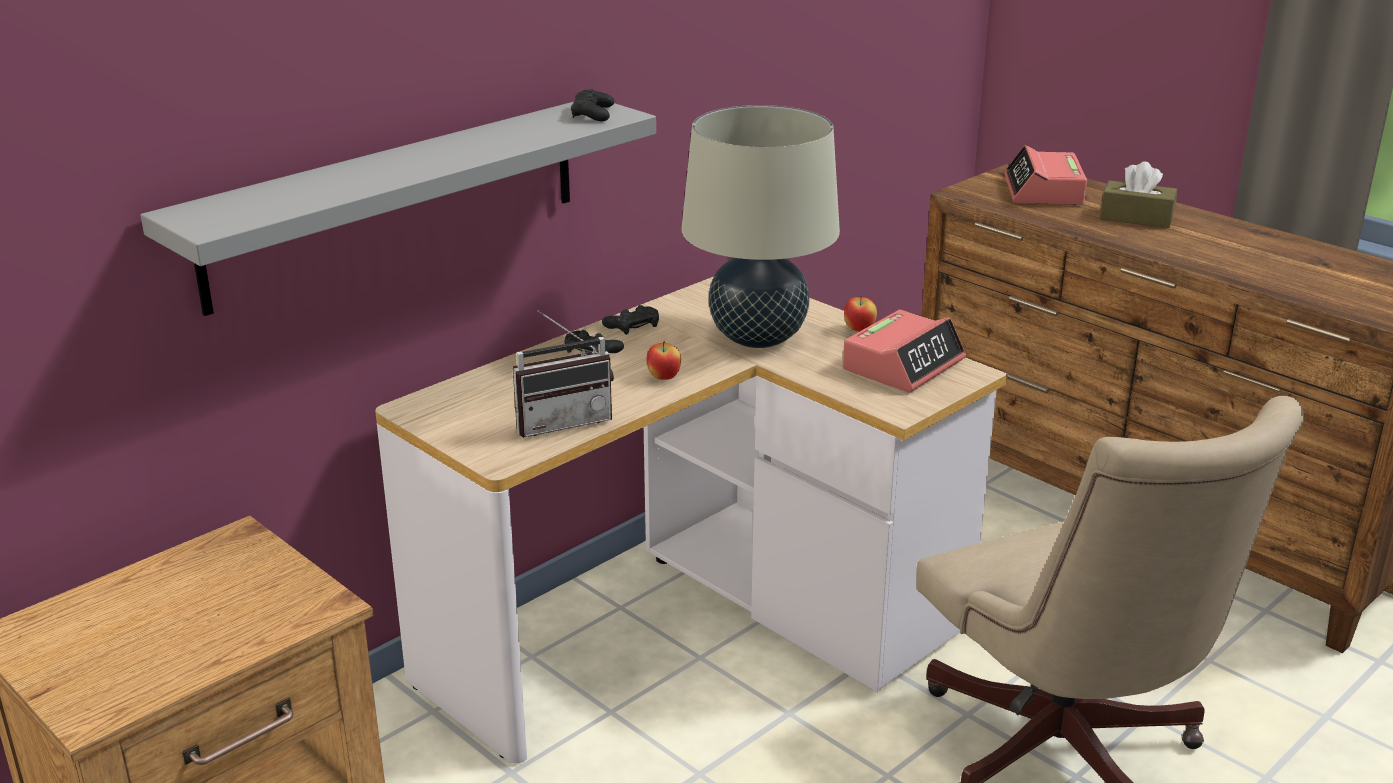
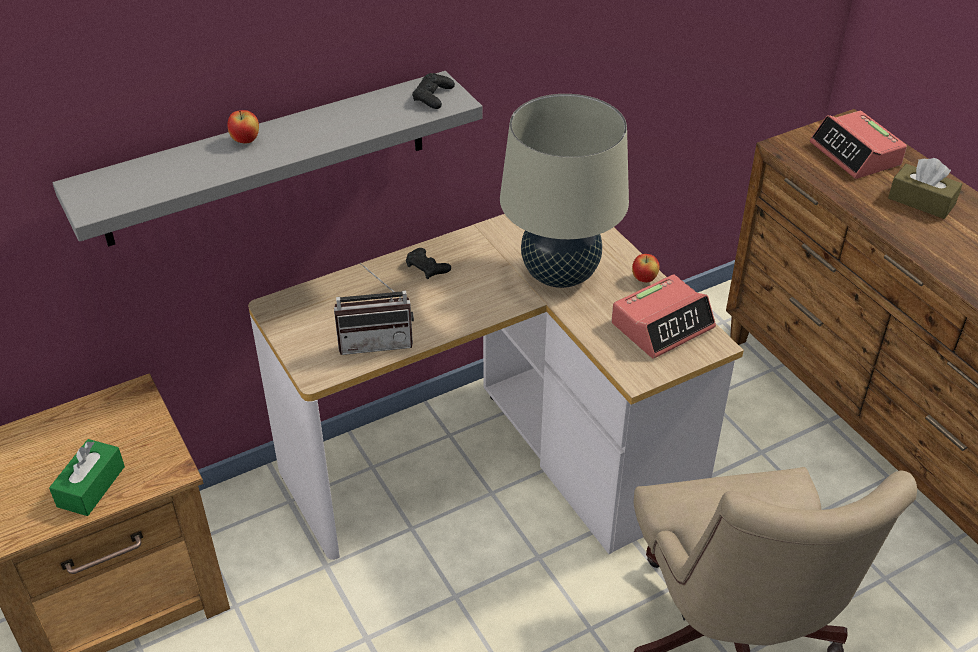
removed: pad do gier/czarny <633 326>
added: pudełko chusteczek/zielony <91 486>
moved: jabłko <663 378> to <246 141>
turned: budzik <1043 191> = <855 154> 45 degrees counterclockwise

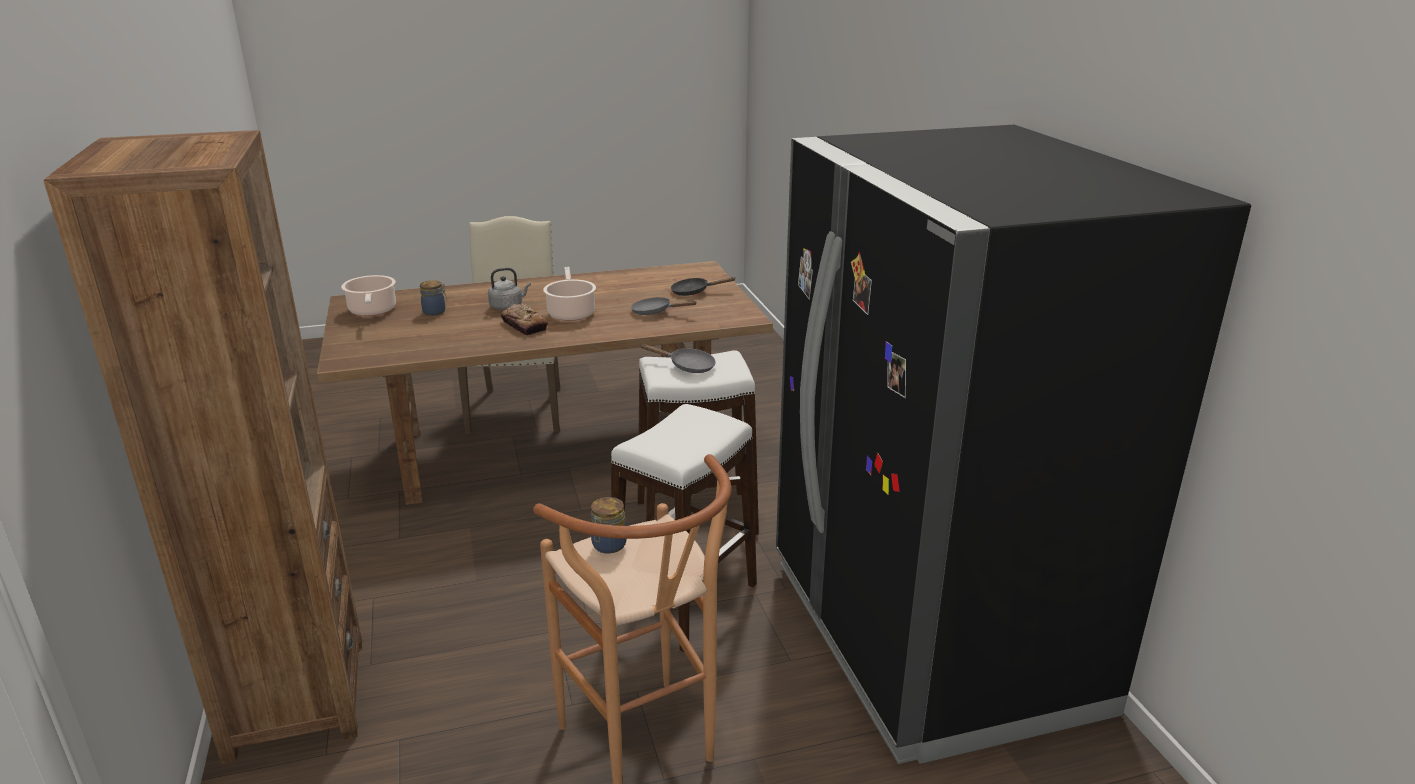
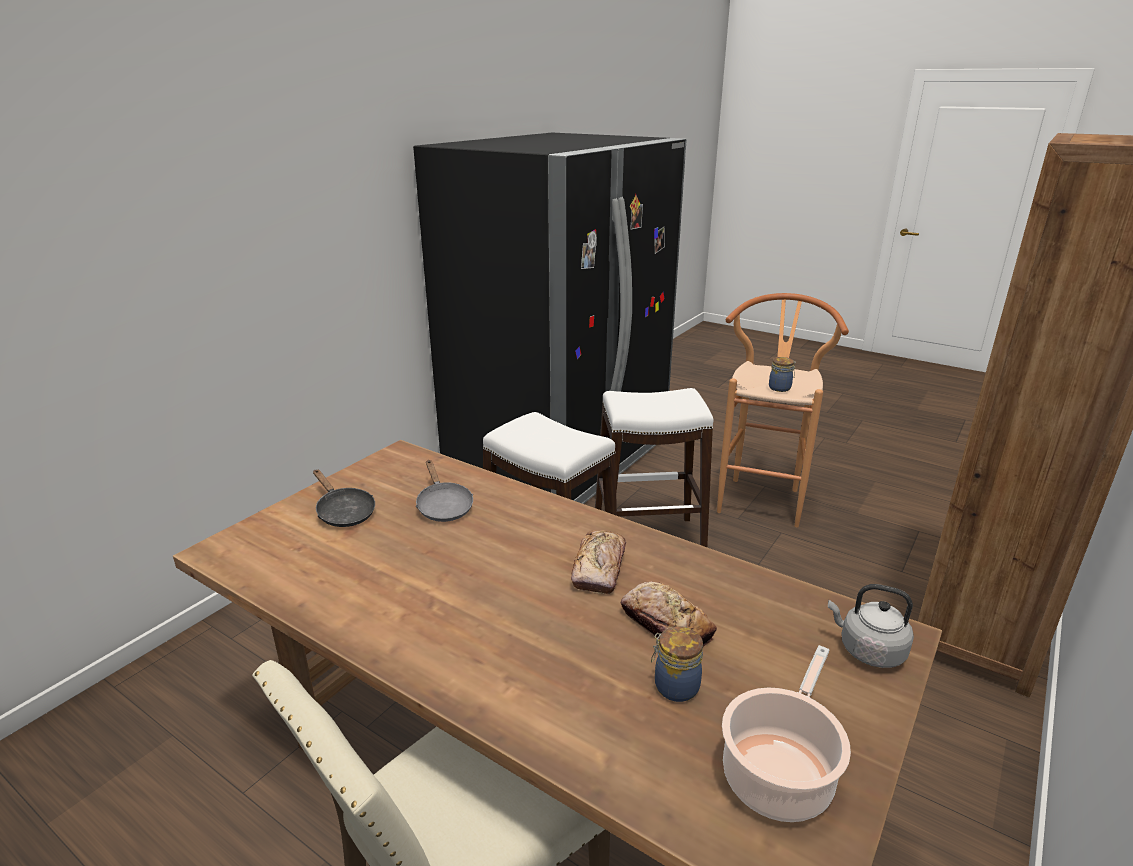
removed: garnek <571 313>; patelnia/szary <687 366>
added: chleb <666 625>
moved: czajnik/szary <508 306> to <868 650>

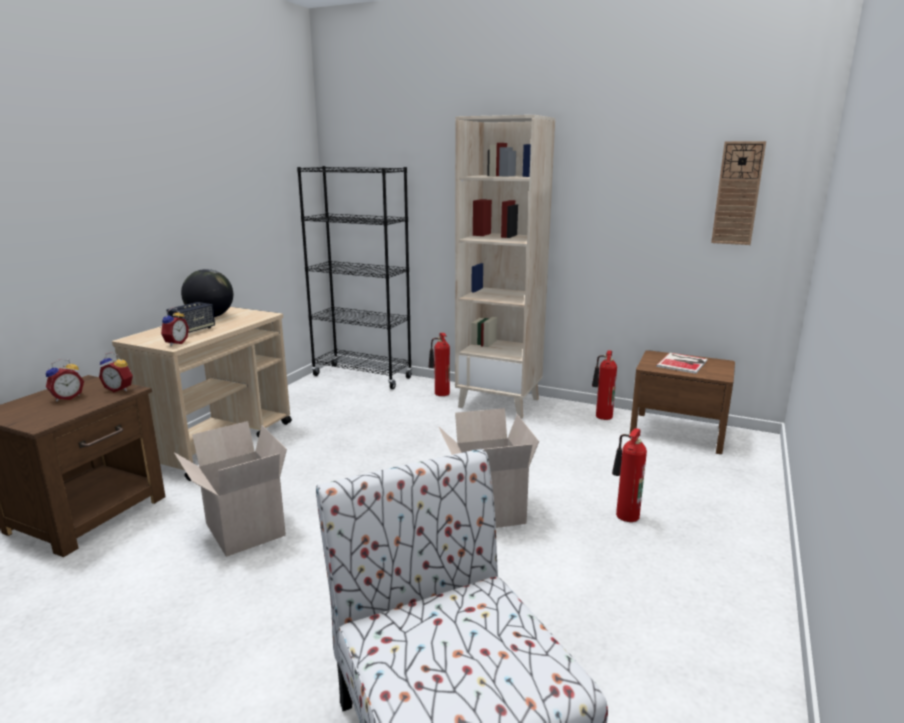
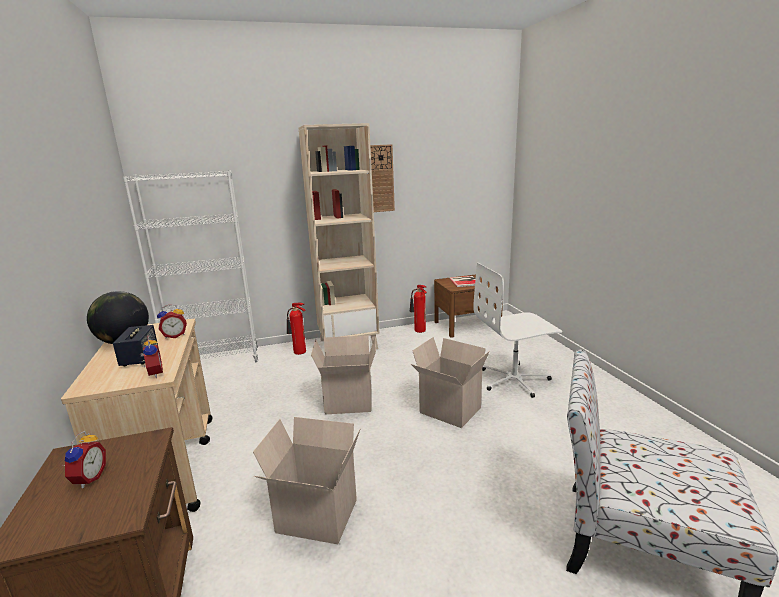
added: karton <348 403>
moved: zegar ścienny <737 193> to <381 178>; budzik <120 389> to <175 335>
replaced: gaśnica <624 516> to krzesło biurowe/biały <514 380>
recoloured: regał/czarny <362 377> to regał/biały <215 362>

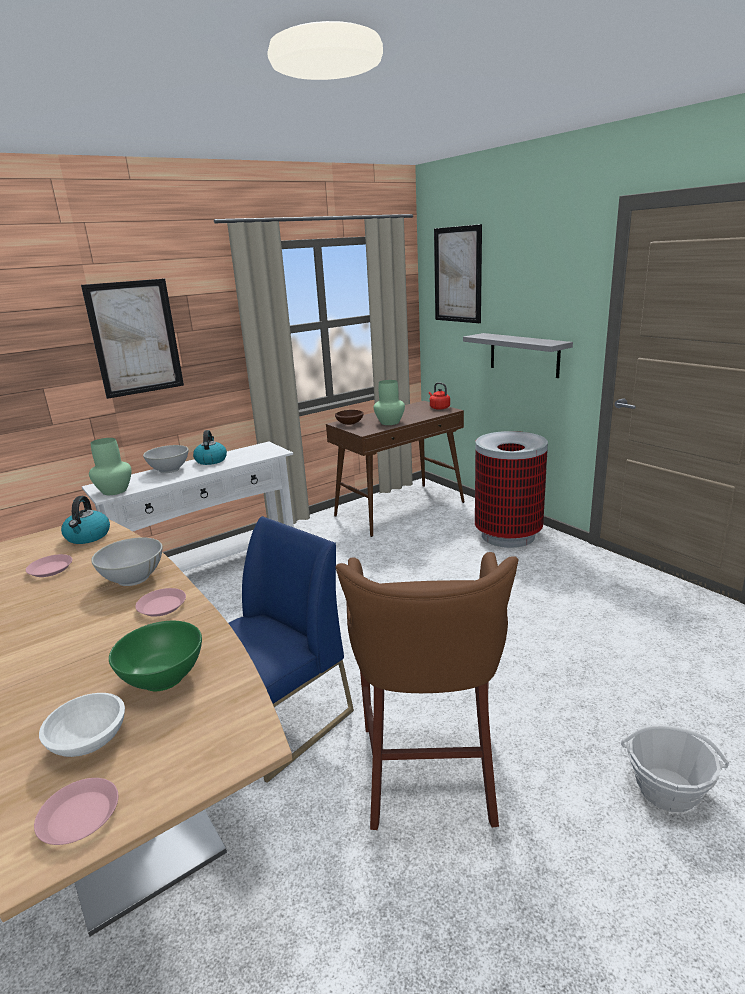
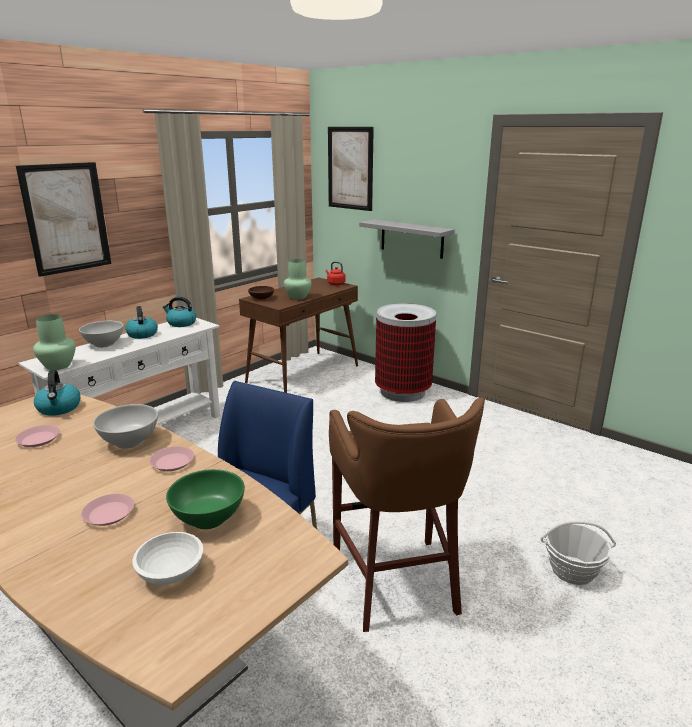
added: czajnik <181 323>
moved: talerz/różowy <79 816> to <108 513>

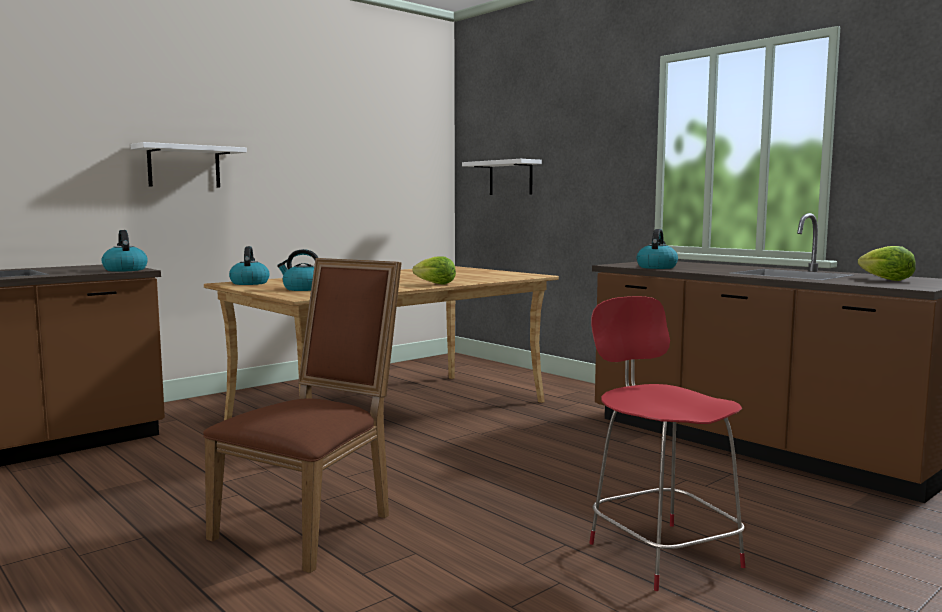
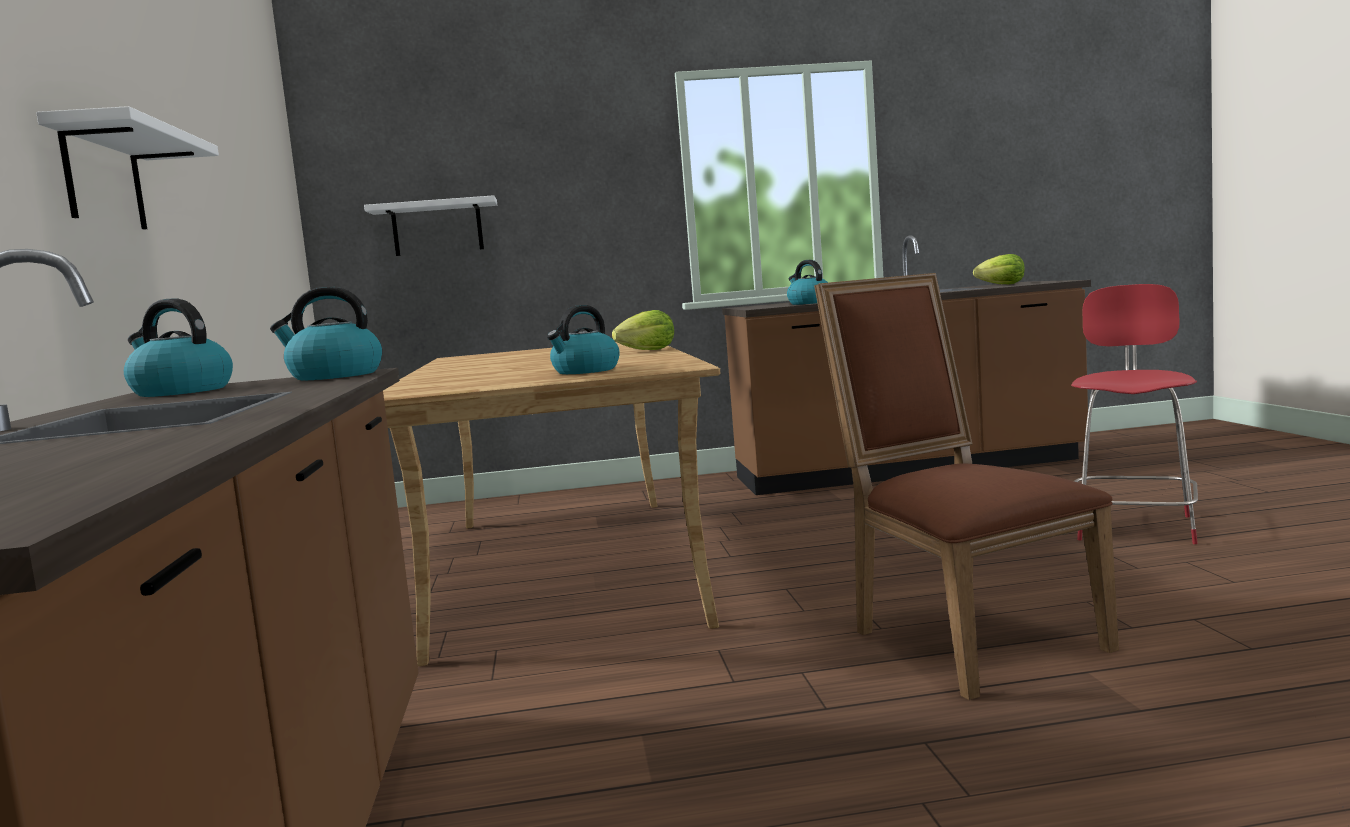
moved: czajnik <249 283> to <180 391>
turned: krzesło/czerwony <661 552> = <1135 526> 105 degrees clockwise

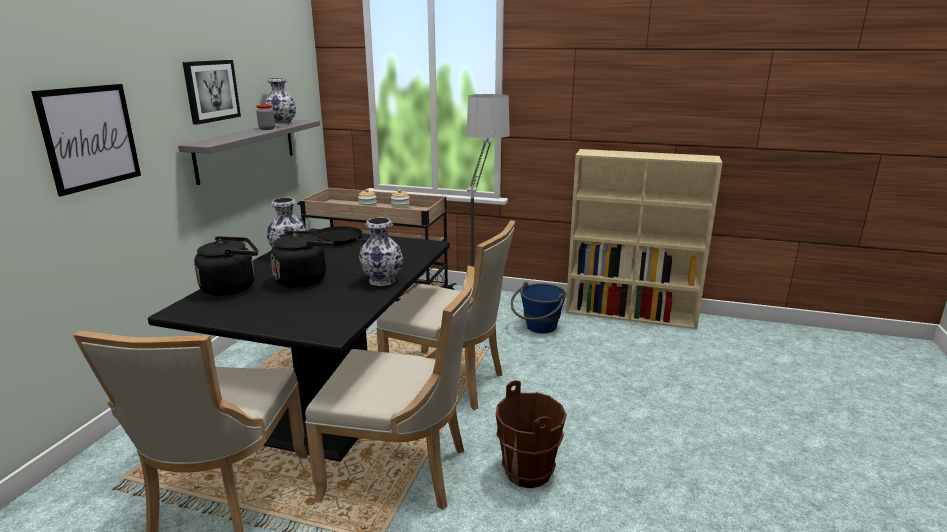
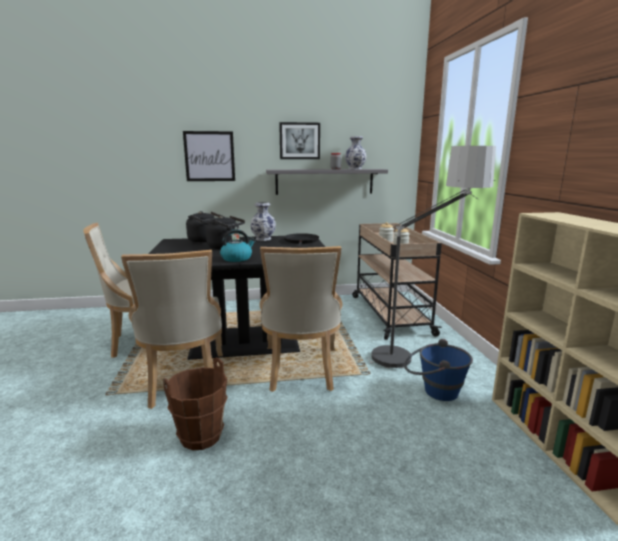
replaced: wazon <381 281> to czajnik <237 258>

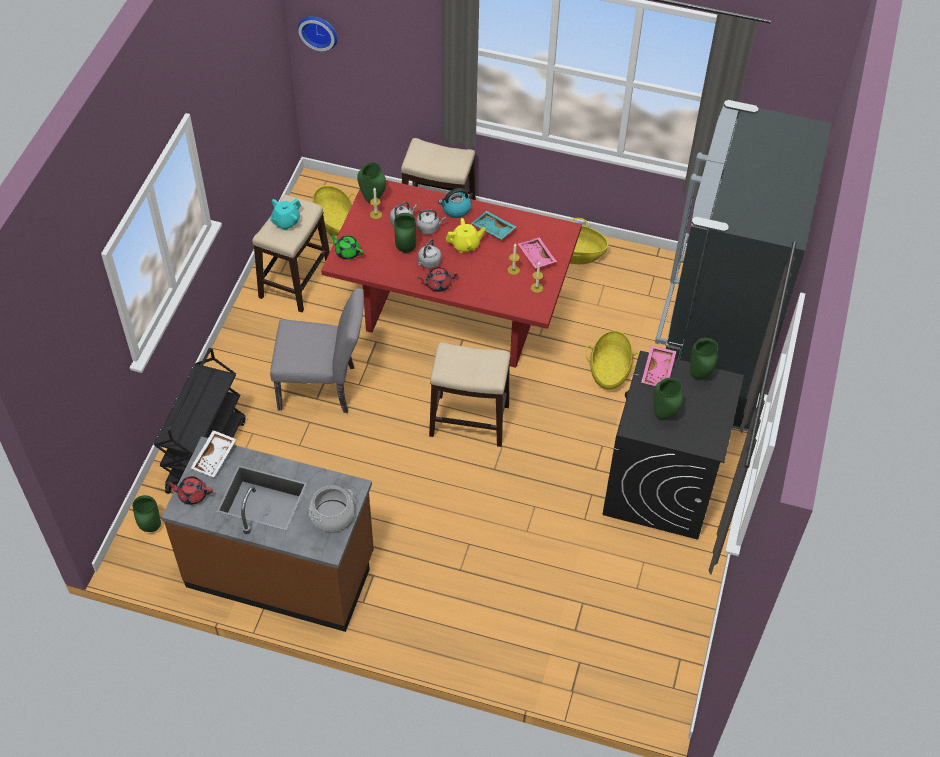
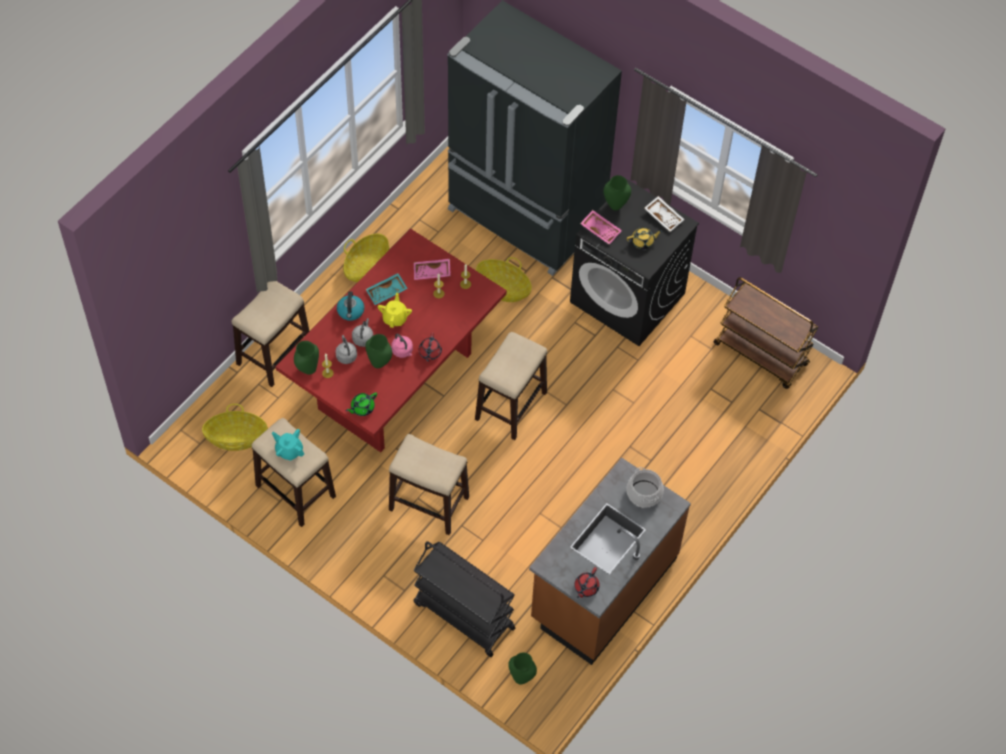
removed: zegar ścienny <319 31>
added: wózek/brązowy <761 354>
moved: taca/biały <215 457> to <664 216>
replaced: krzesło/szary <324 388> to stołek <429 504>; wazon/zielony <665 414> to imbryk/żółty <642 242>
recoloured: czajnik/szary <428 263> to czajnik/różowy <403 351>
turned: imbryk/turkusowy <286 222> = <289 450> 150 degrees clockwise

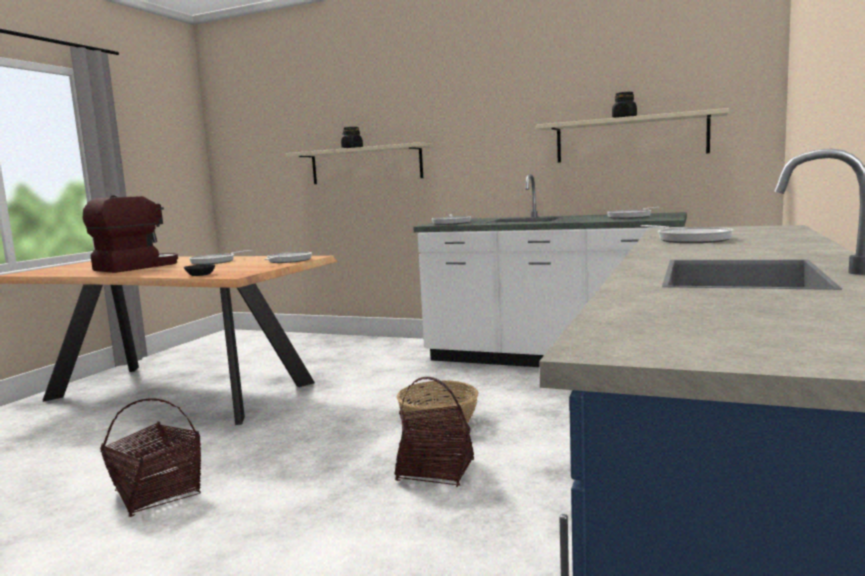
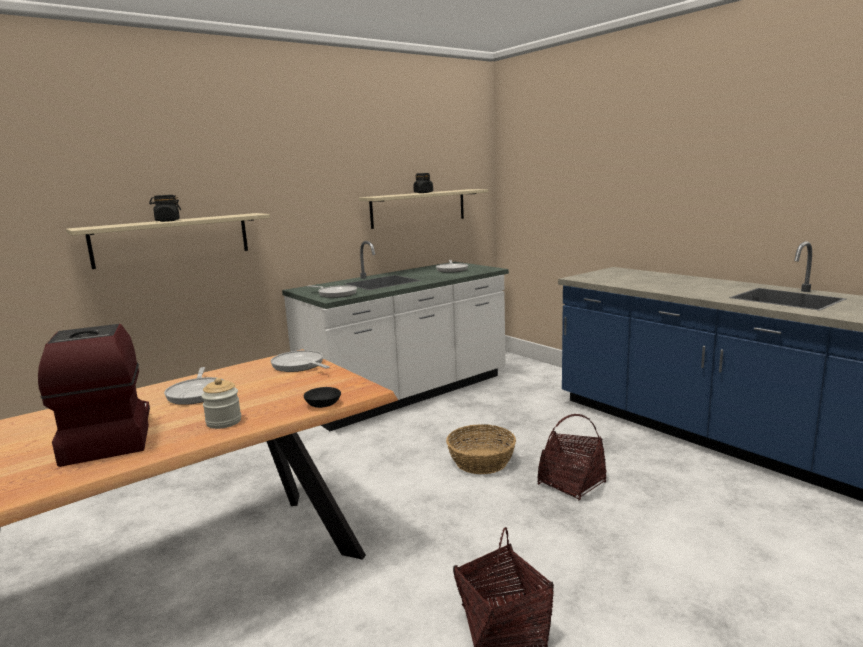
removed: patelnia <690 239>
added: słoik <224 422>

